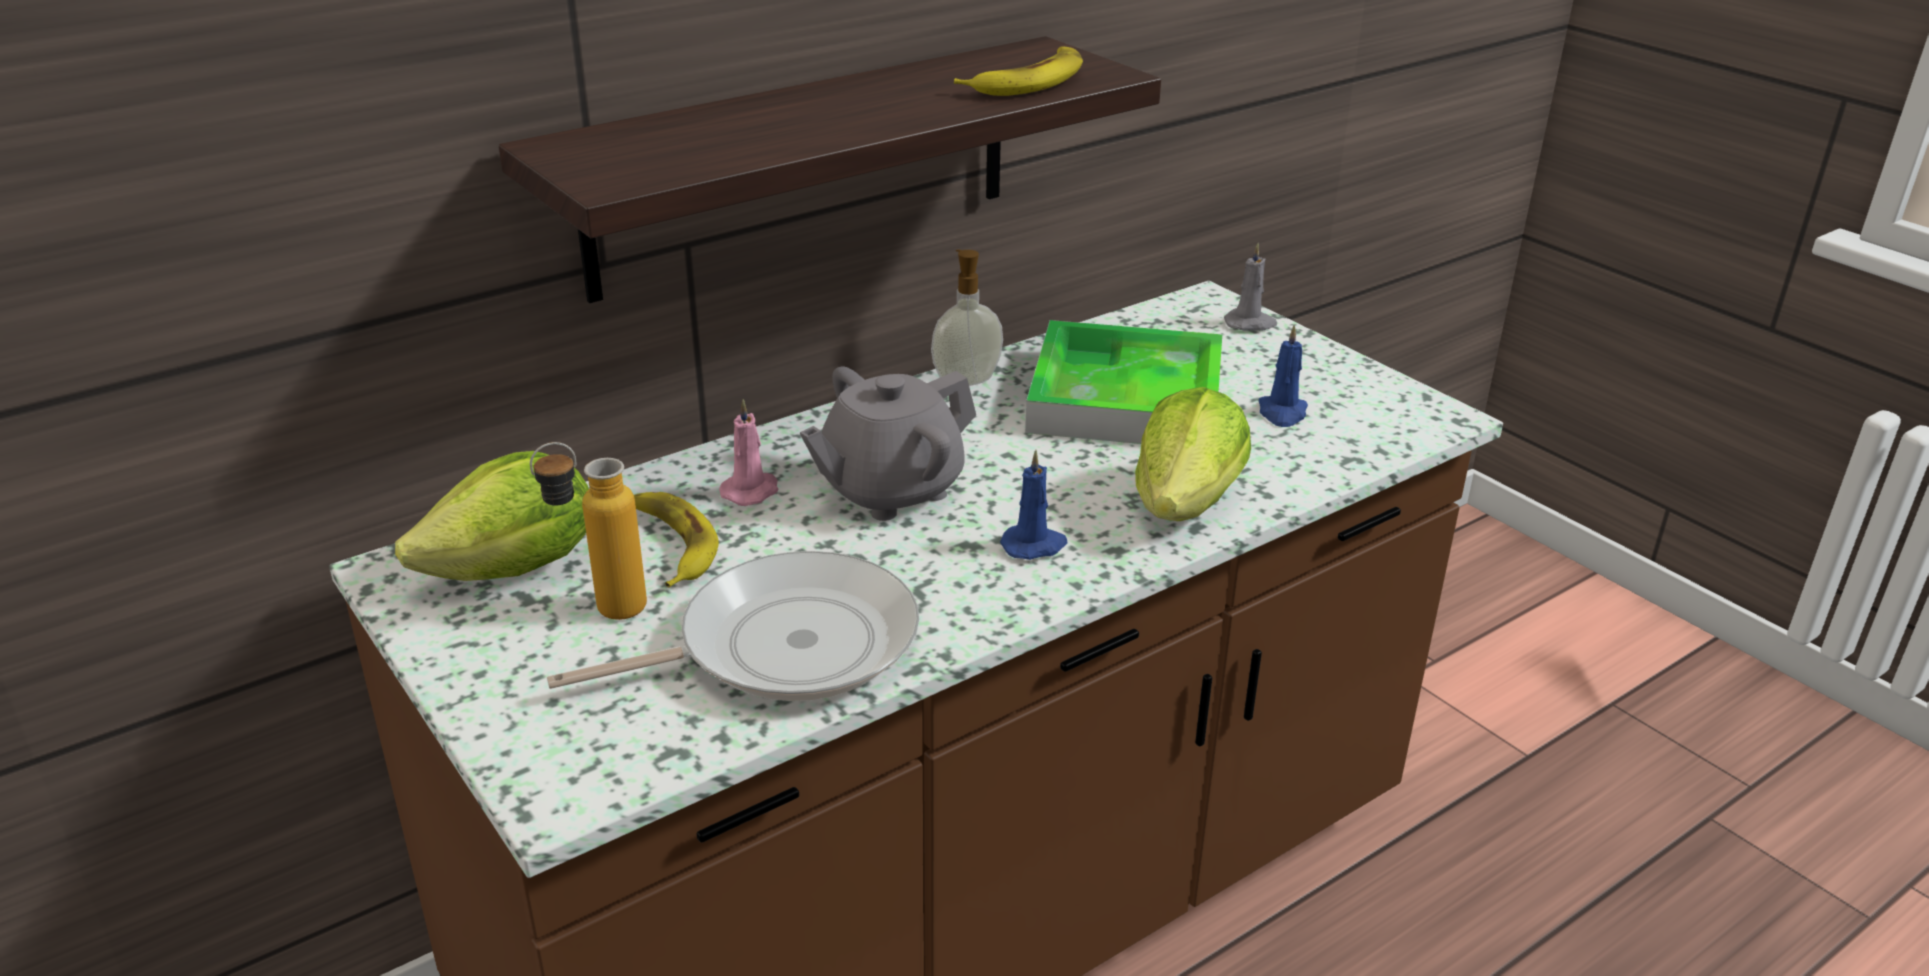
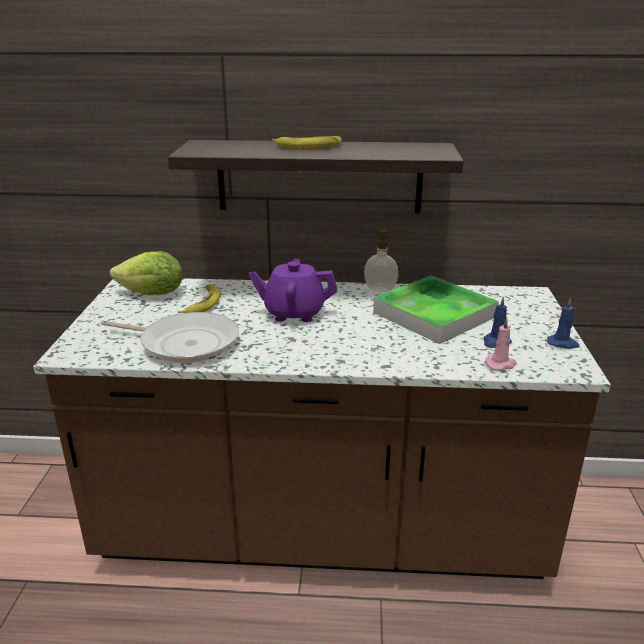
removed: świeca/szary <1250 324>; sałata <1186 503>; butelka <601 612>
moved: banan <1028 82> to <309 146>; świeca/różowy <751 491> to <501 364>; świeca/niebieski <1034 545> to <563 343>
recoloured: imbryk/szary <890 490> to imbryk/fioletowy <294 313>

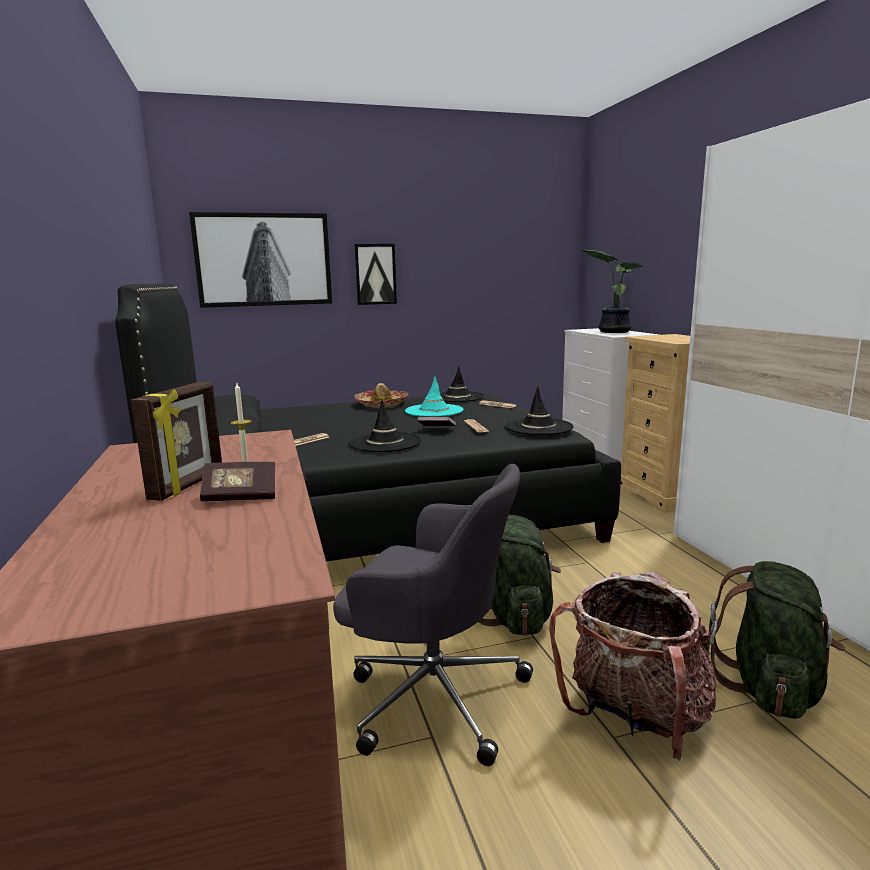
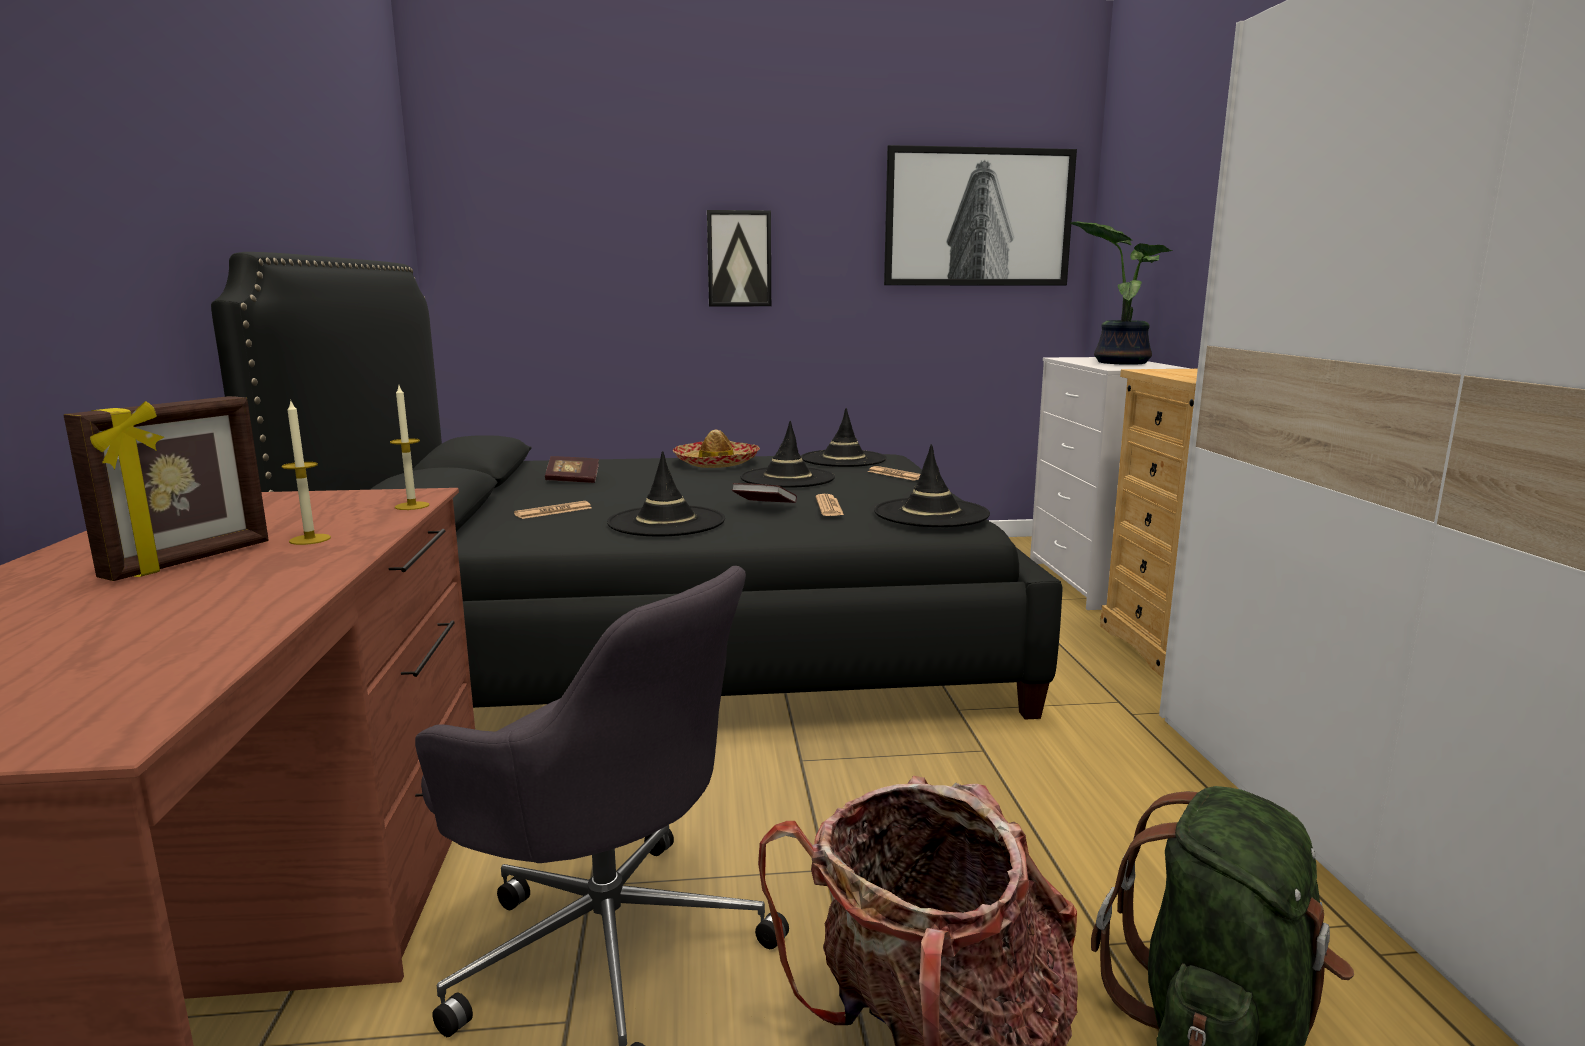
removed: plecak/zielony <514 616>
added: świeca <412 506>
moved: obraz <264 260> to <978 218>; książka <240 496> to <573 480>
recoloured: kapelusz/turkusowy <434 411> to kapelusz/czarny <787 478>

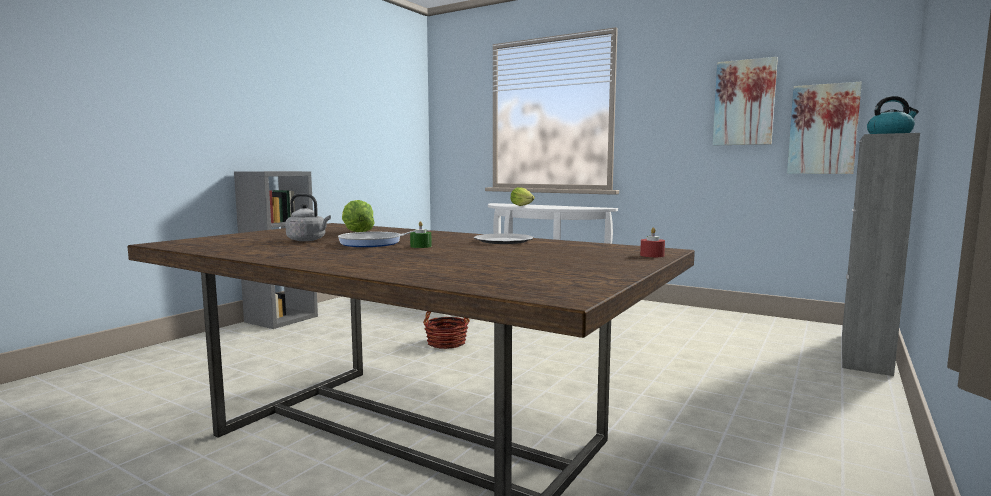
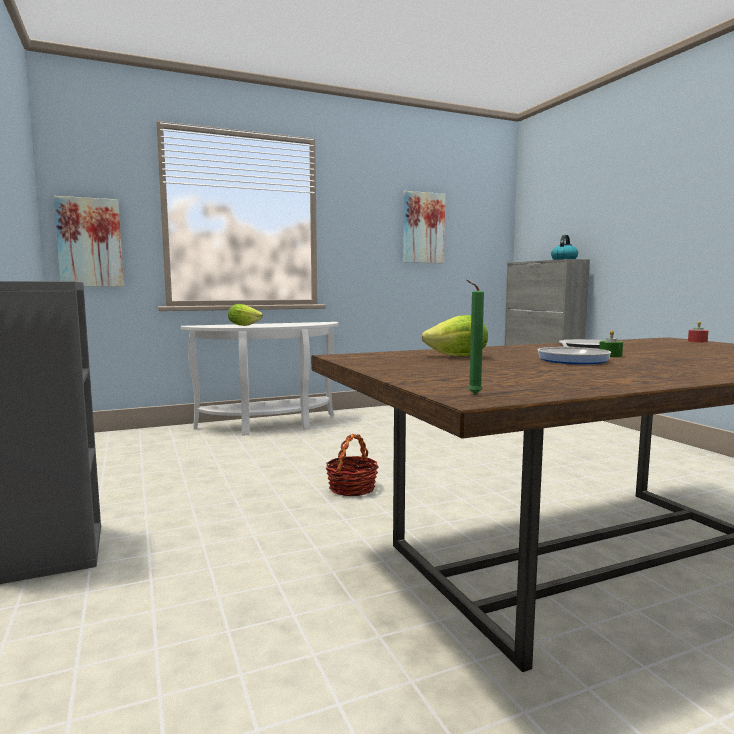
removed: czajnik/szary <308 240>
added: świeca/zielony <472 394>
moved: obraz <823 129> to <90 242>

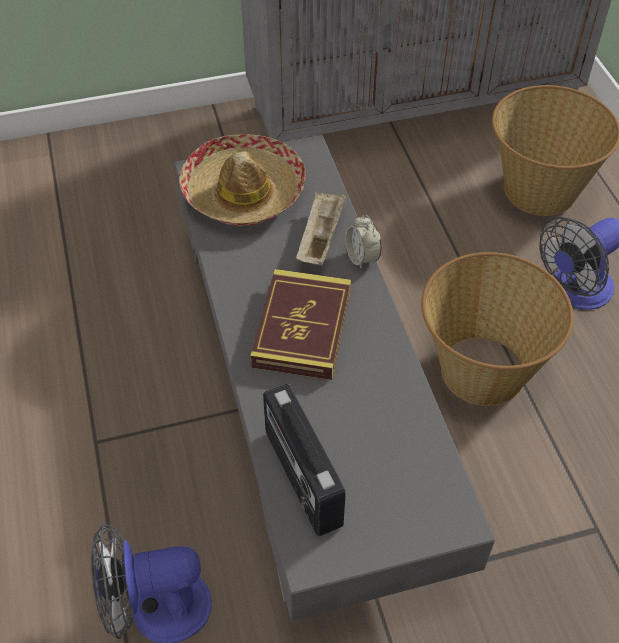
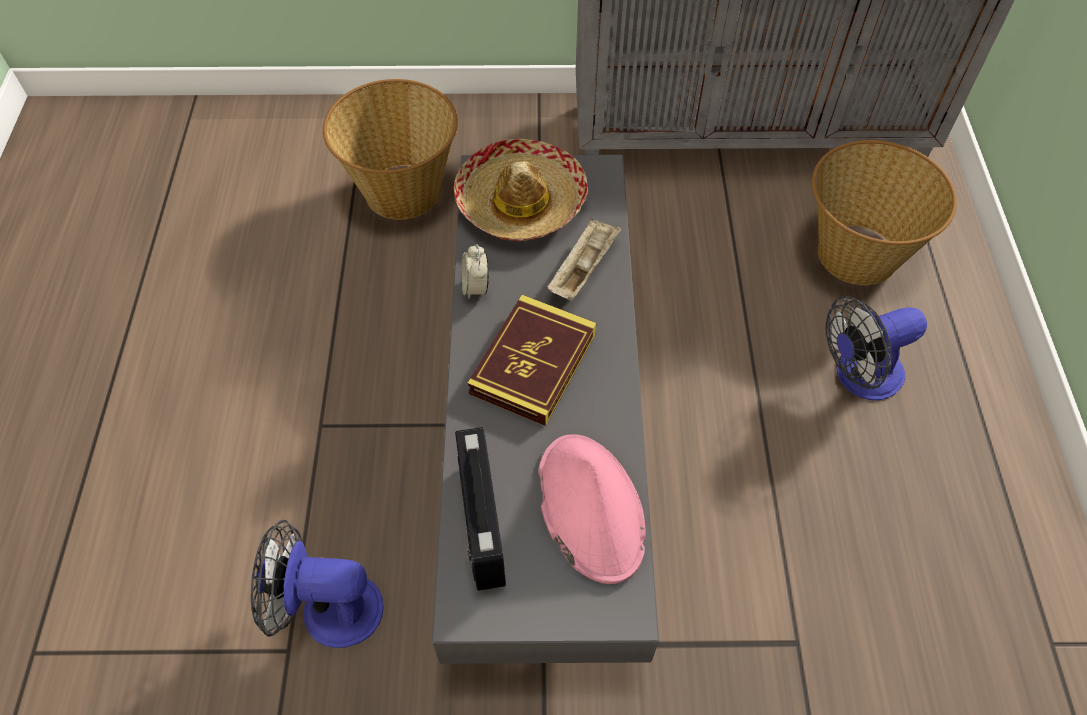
added: kapelusz/różowy <589 507>
moved: budzik <362 257> to <476 287>; koszyk <481 369> to <402 190>

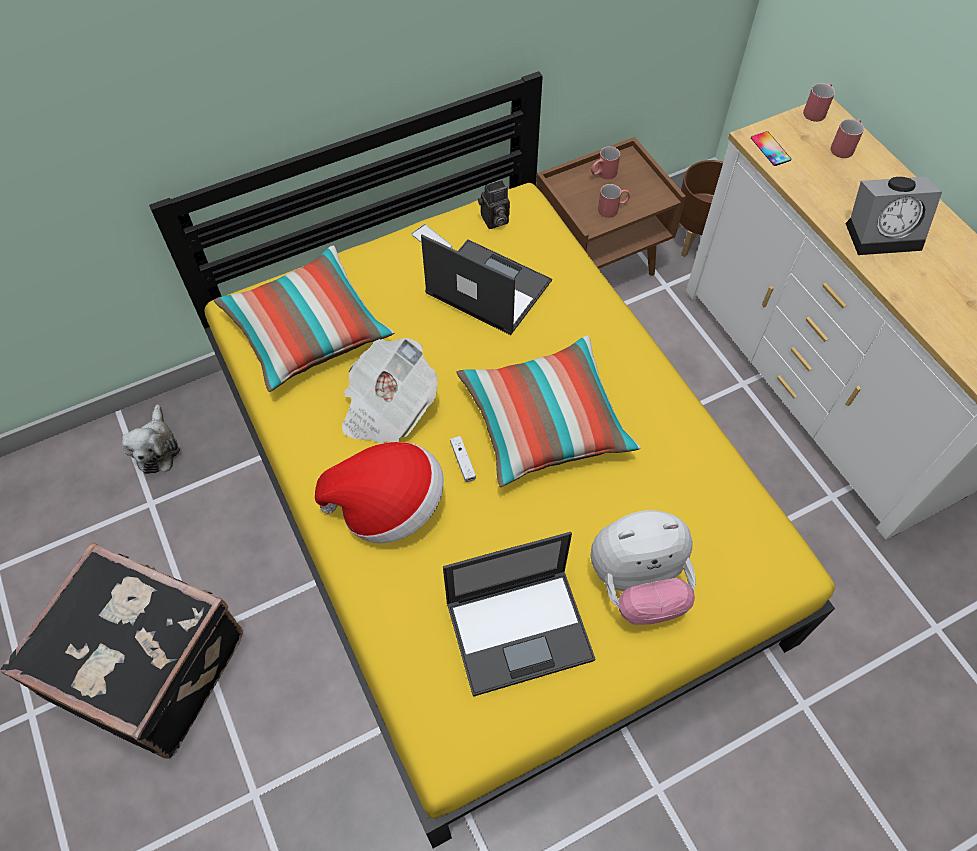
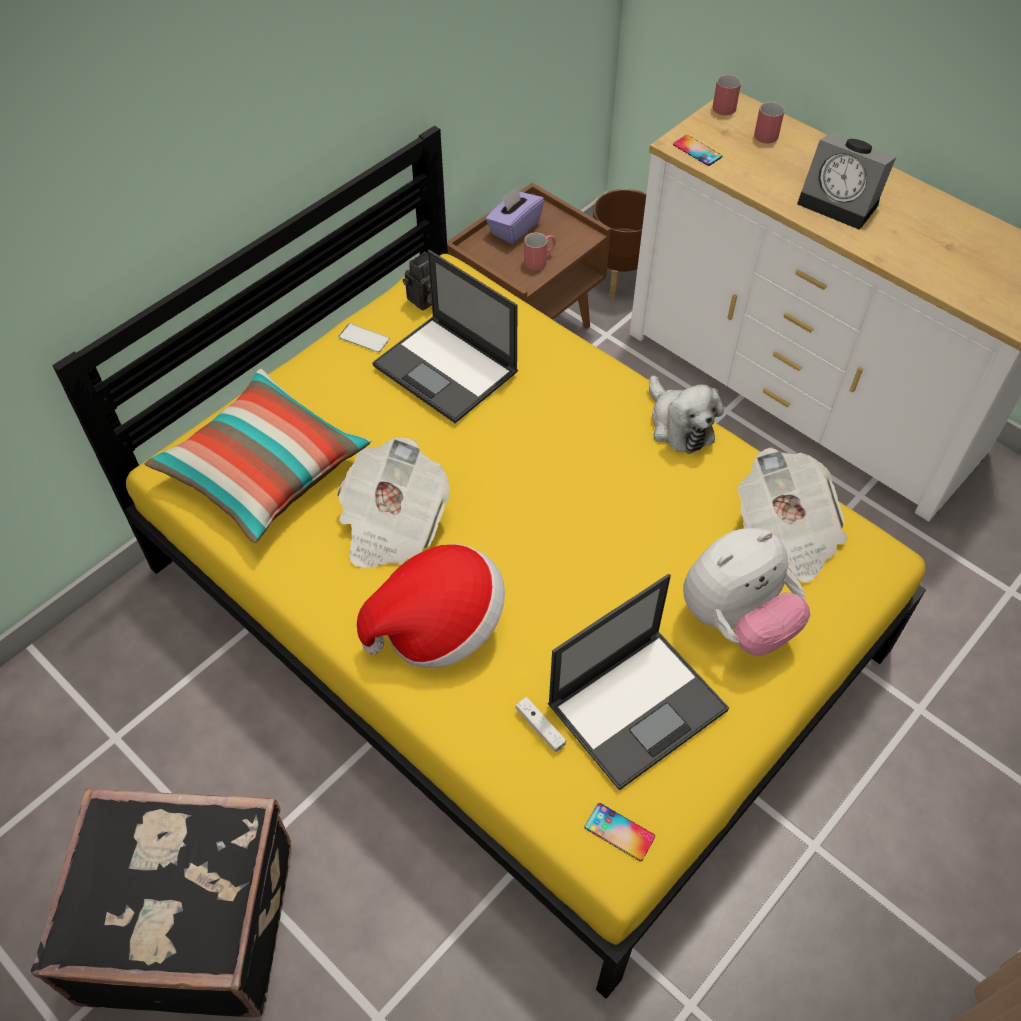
removed: poduszka <545 422>
added: gazeta <787 533>; telefon <619 832>
moved: pluszak <156 448> to <679 424>; pad do gier/biały <463 461> to <540 727>
replaced: kubek/czerwony <602 174> to pudełko chusteczek/fioletowy <514 228>
turned: budzik <884 233> = <841 203> 60 degrees clockwise; laptop <487 287> = <447 369> 150 degrees counterclockwise

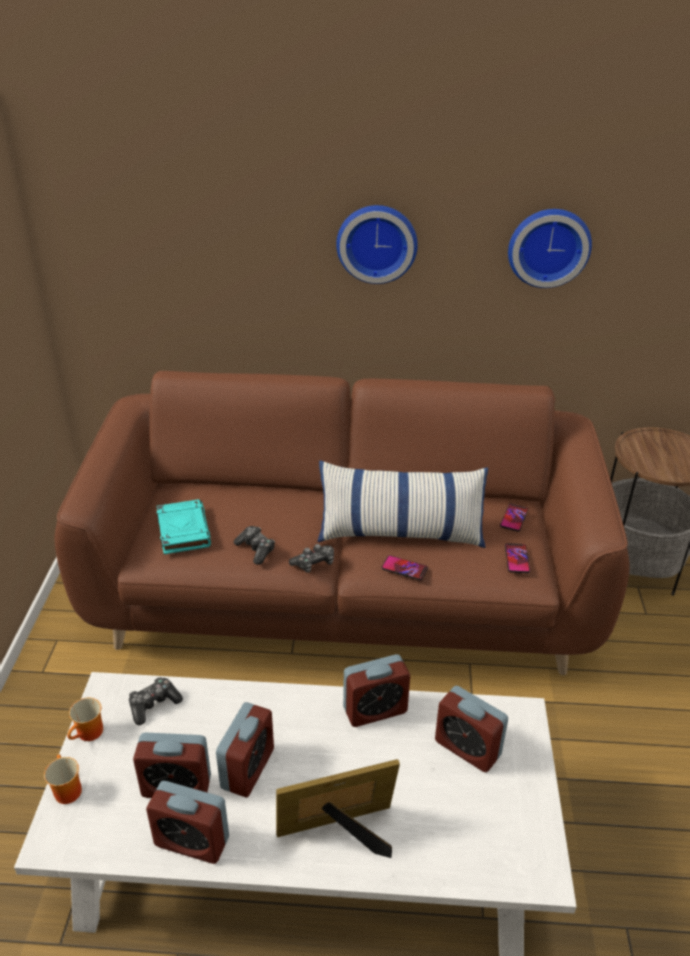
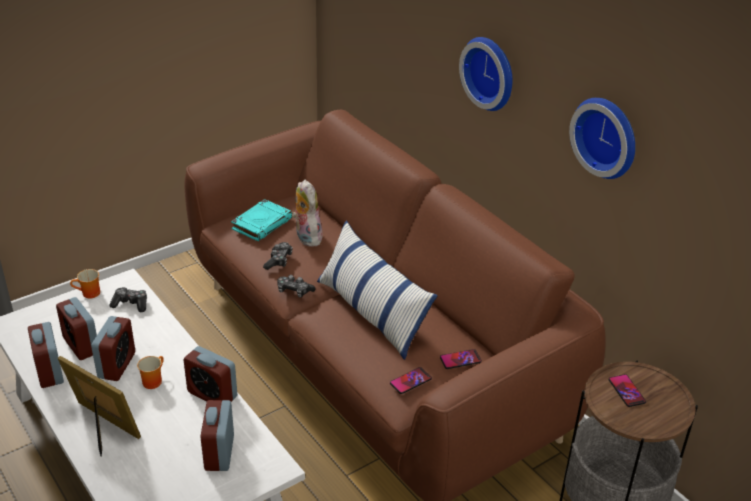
added: pluszak <306 237>
moved: telefon <404 568> to <626 391>; kubek <65 790> to <152 380>
turned: budzik <248 769> = <117 365> 60 degrees counterclockwise

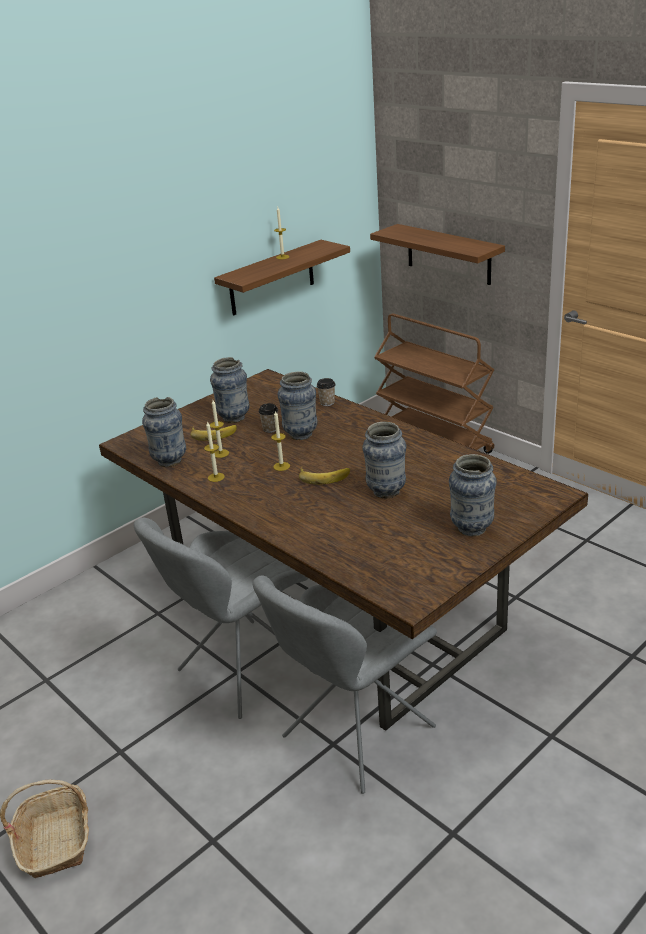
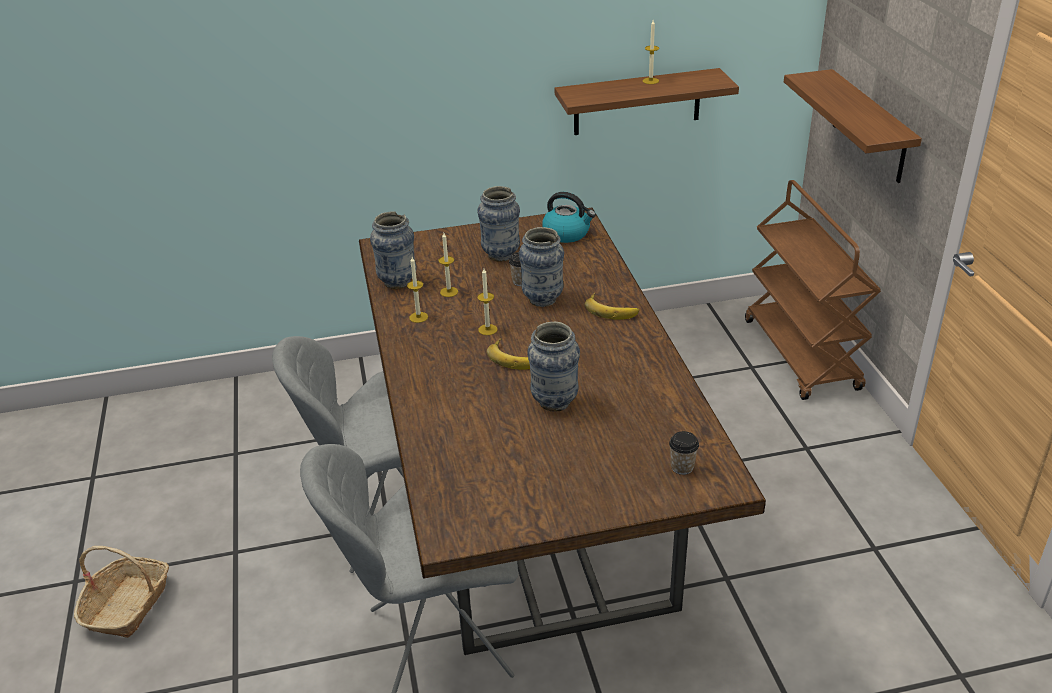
removed: wazon <472 528>
added: czajnik <567 233>
moved: filiżanka <327 403> to <682 467>; banan <213 433> to <612 309>

